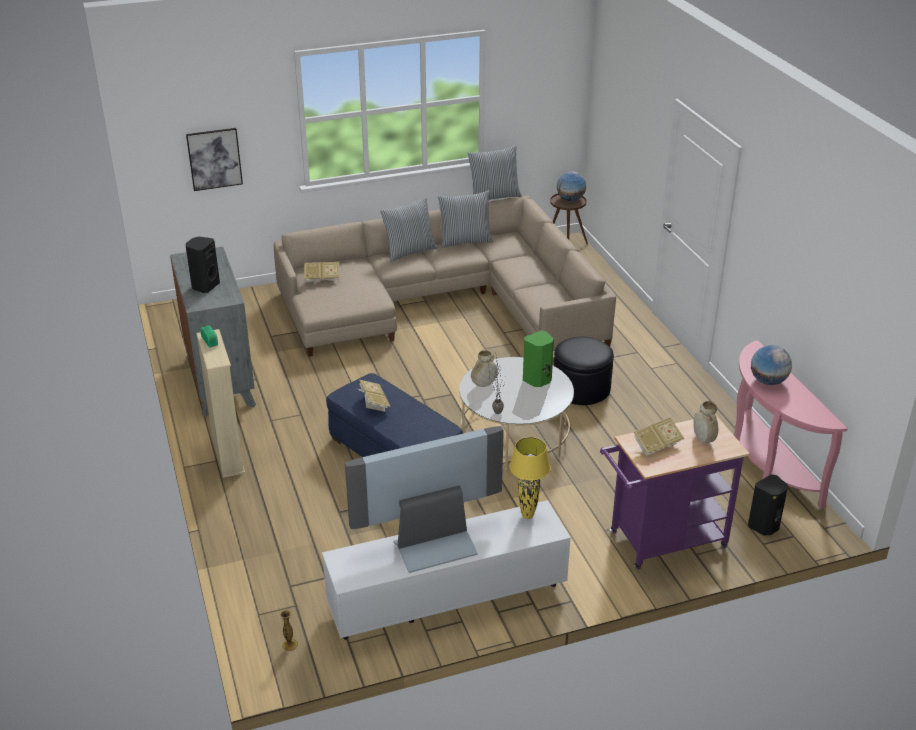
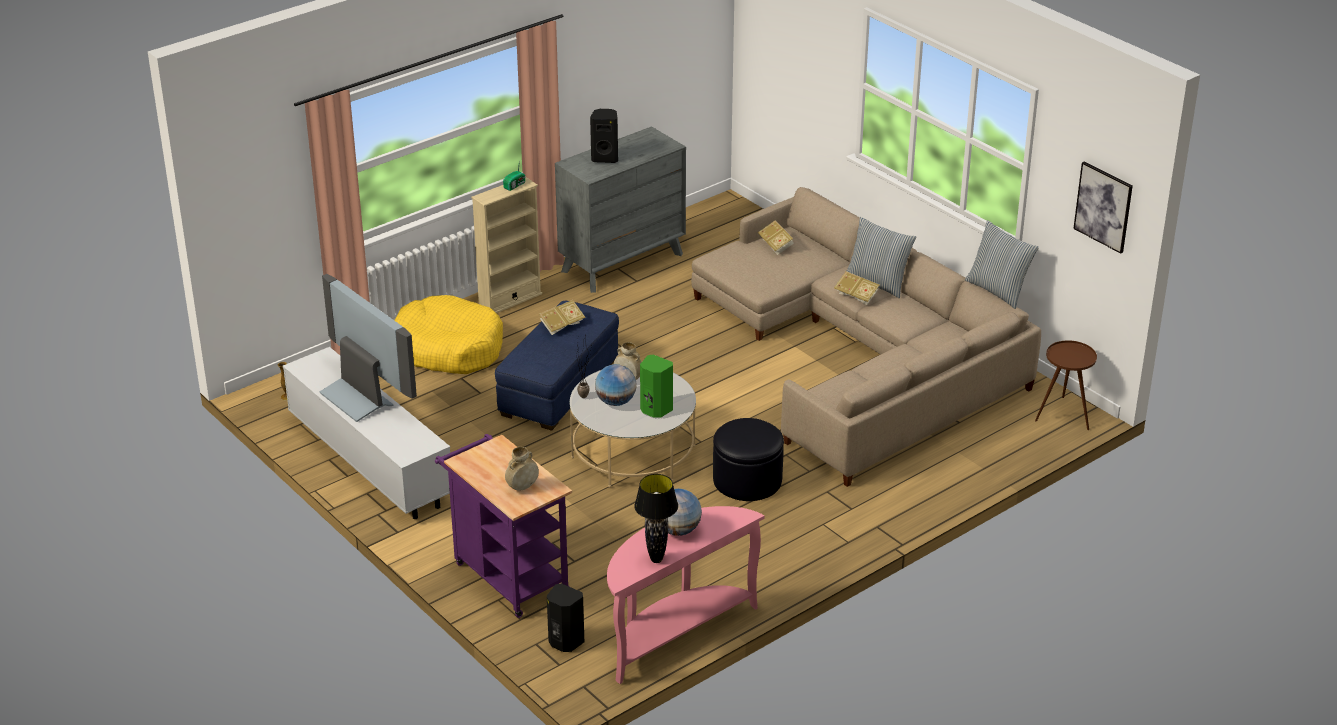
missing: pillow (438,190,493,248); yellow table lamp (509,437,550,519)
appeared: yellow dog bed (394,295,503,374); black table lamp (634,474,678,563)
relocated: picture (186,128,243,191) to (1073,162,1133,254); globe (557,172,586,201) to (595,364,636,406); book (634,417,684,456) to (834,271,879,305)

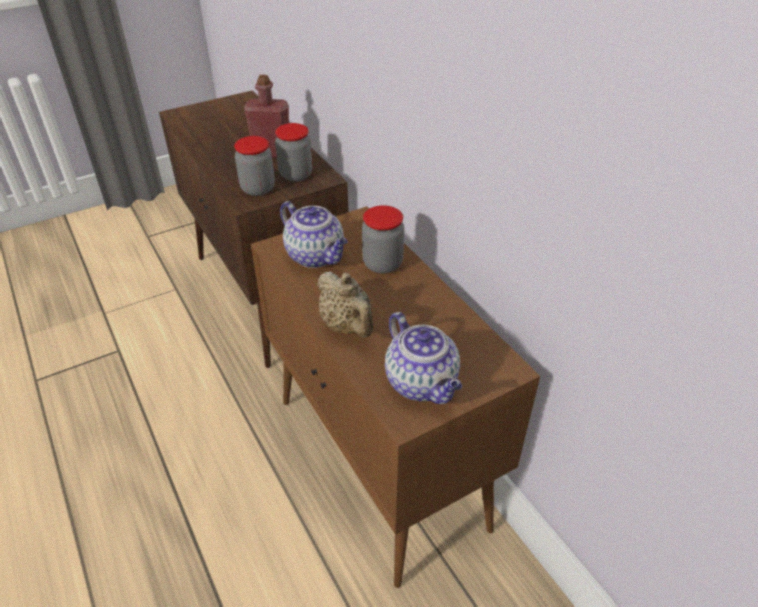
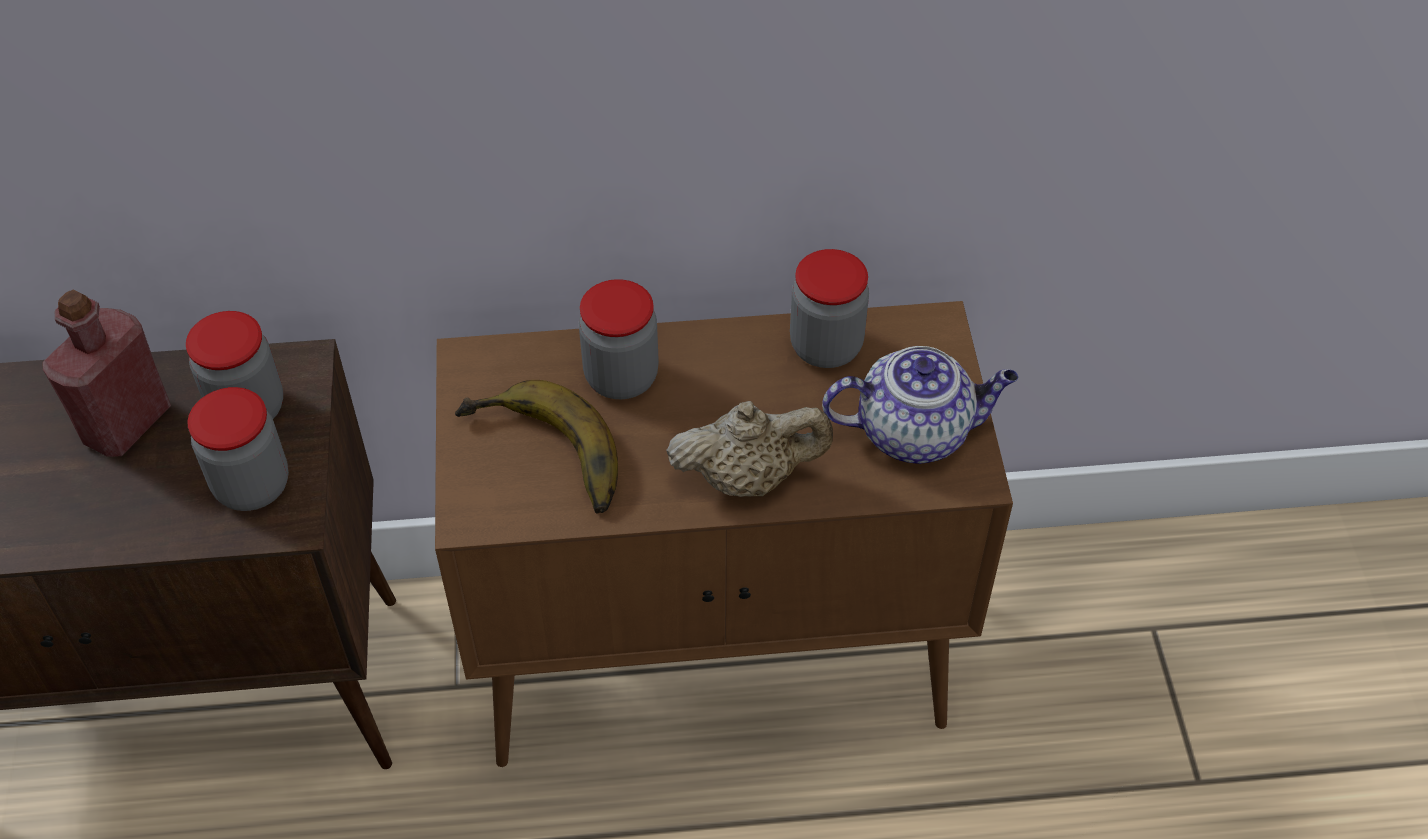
appeared: jar (790,249,869,368)
exchanged: teapot (280,201,348,268) to banana (455,380,618,514)

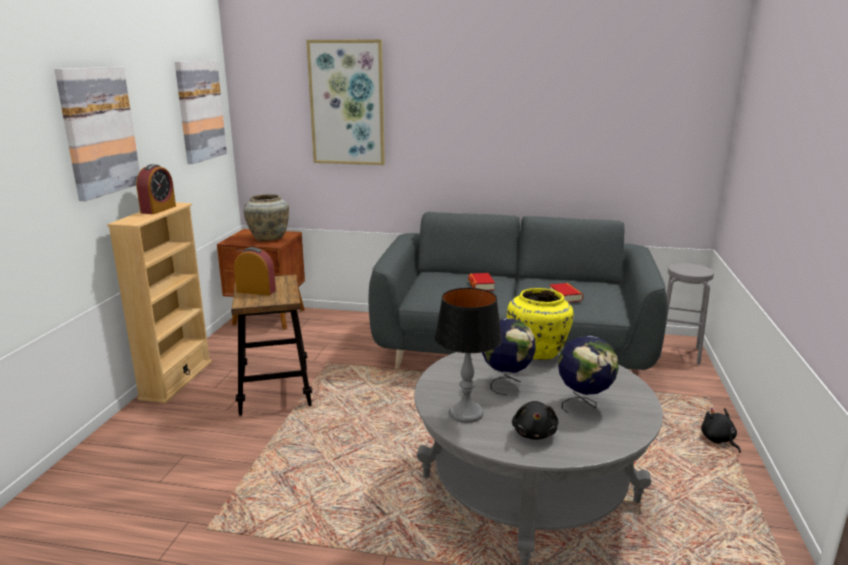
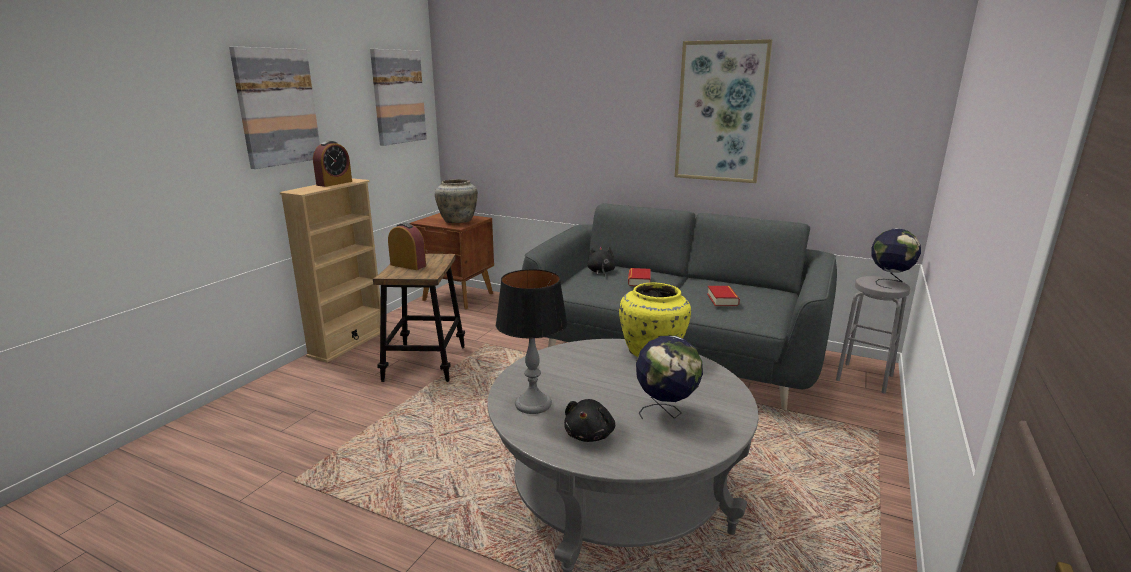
relocated: picture (306,39,385,165) to (675,39,772,183); globe (482,318,536,395) to (871,229,921,289); black plush toy (701,408,741,453) to (587,246,615,277)

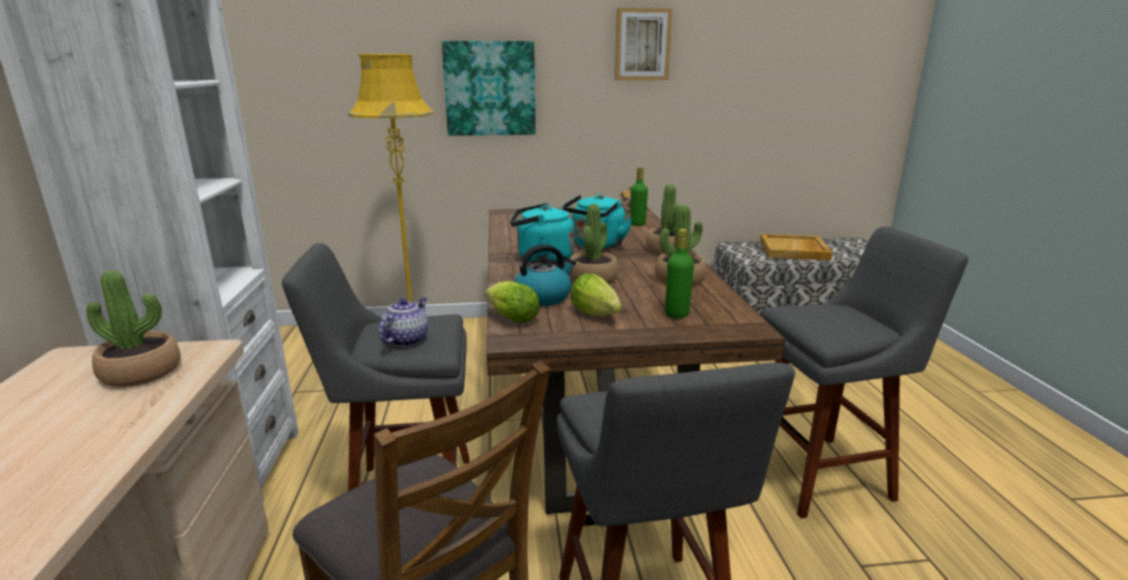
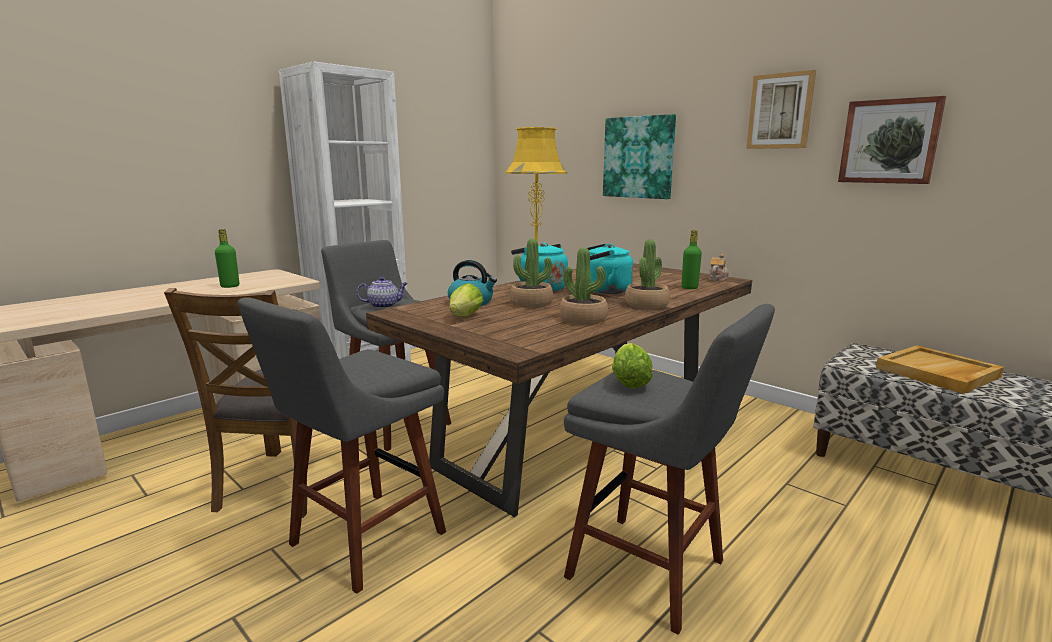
missing: potted plant (86,270,181,387)
appeared: picture (838,96,946,184)
relocated: green bottle (665,229,694,318) to (215,229,239,288); lettuce (485,281,540,323) to (612,343,653,389)

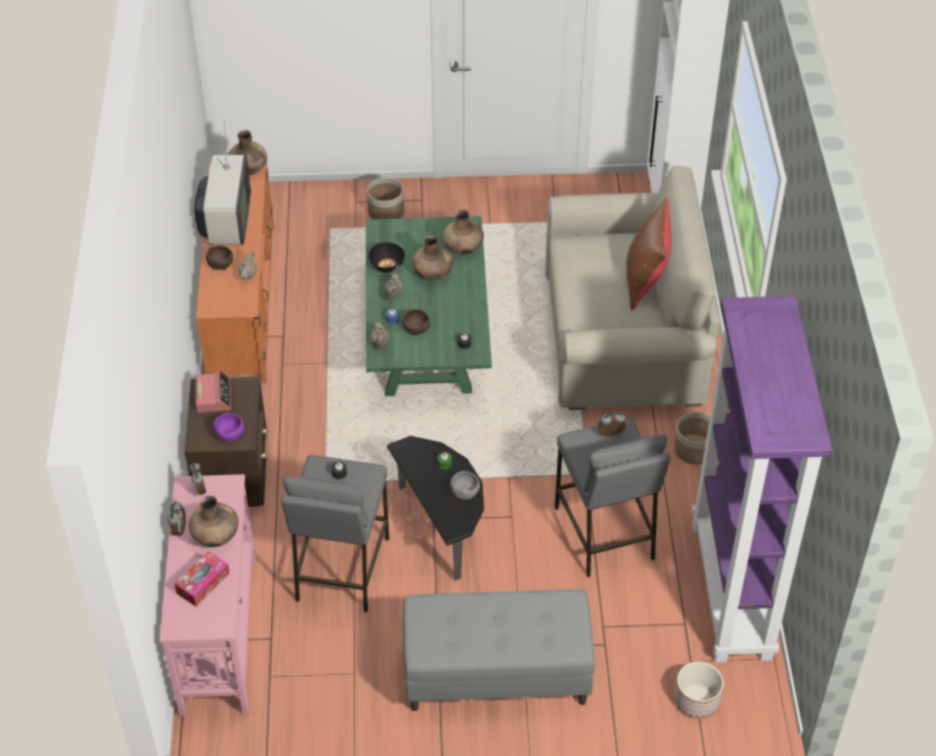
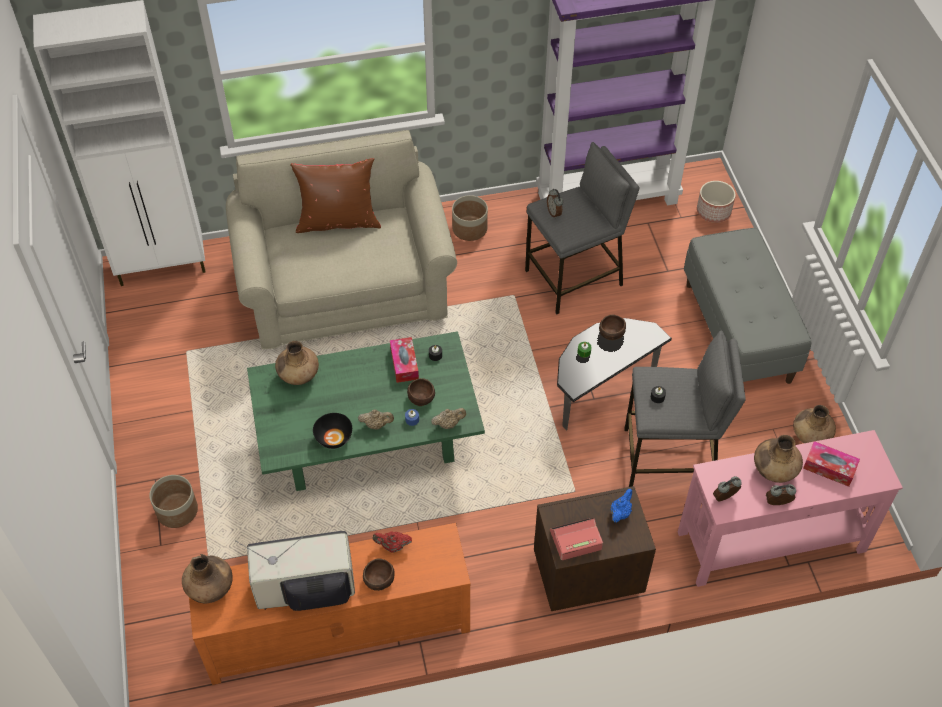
appeared: tissue box (390,337,419,383)
relocated: brown vase (412,235,453,280) to (793,405,836,443)
exchanged: purple bowl (214,413,244,442) to blue teapot (611,489,632,523)
colour: beige teapot (238,251,257,280) to red teapot (372,531,412,553); grey bowl (450,471,480,500) to brown bowl (599,314,626,340)

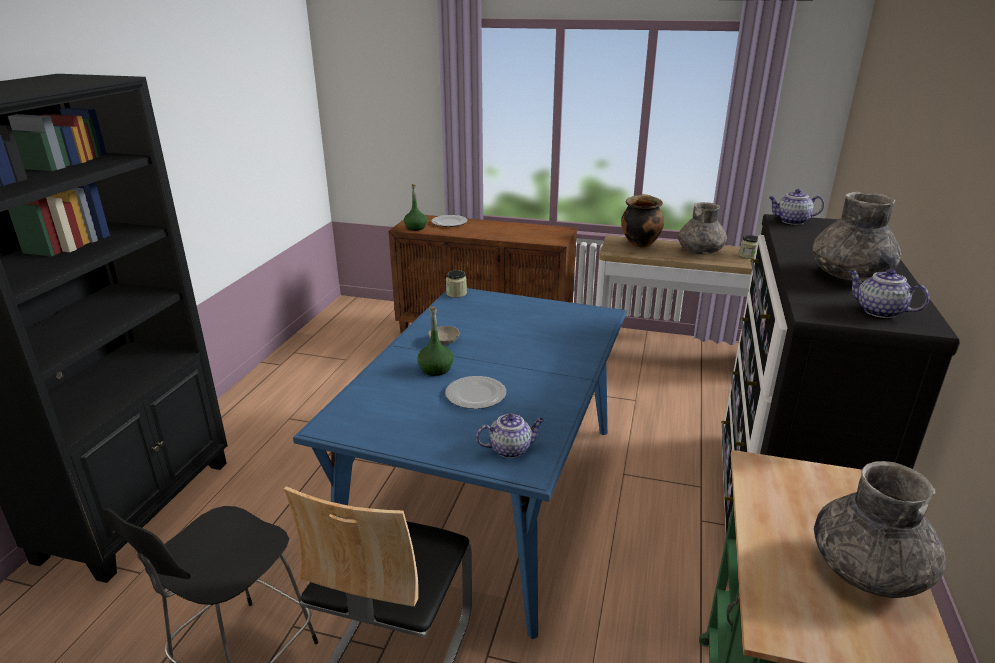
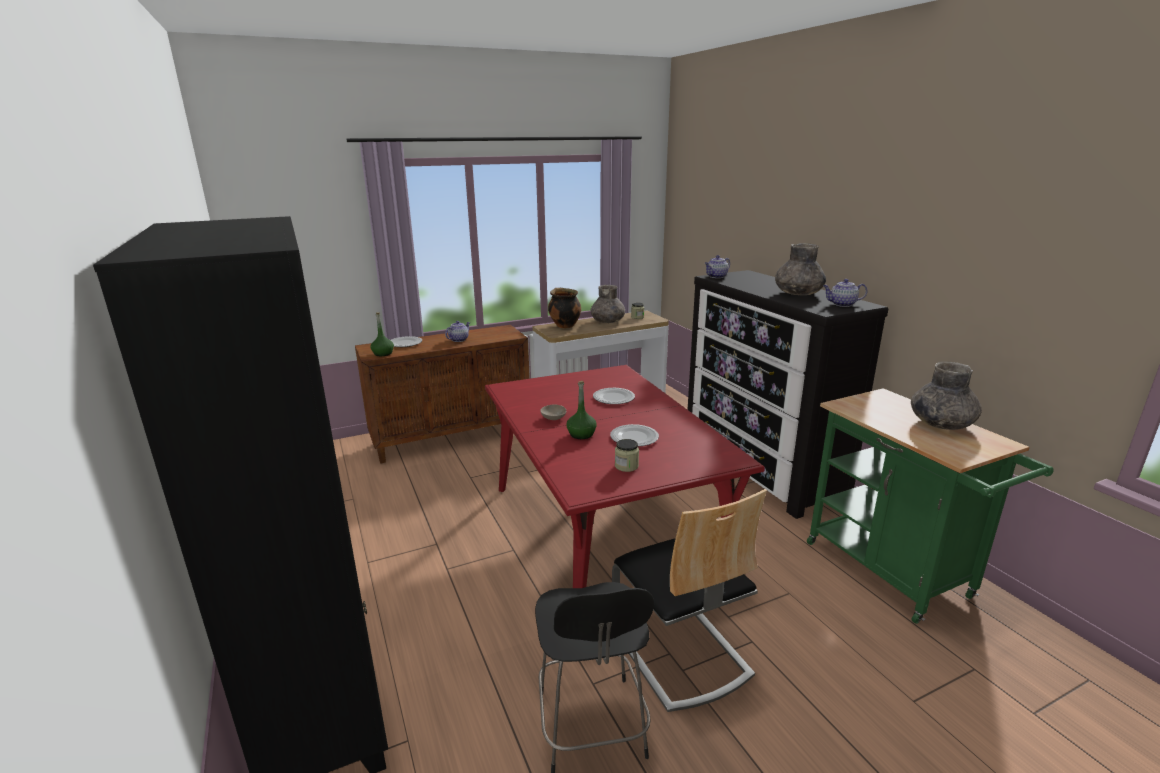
appeared: plate (593,388,635,404)
relocated: jar (446,270,467,298) to (615,439,639,472); teapot (476,414,544,458) to (445,321,470,342)
colour: blue dining table (293,288,626,639) to red dining table (485,365,765,588)

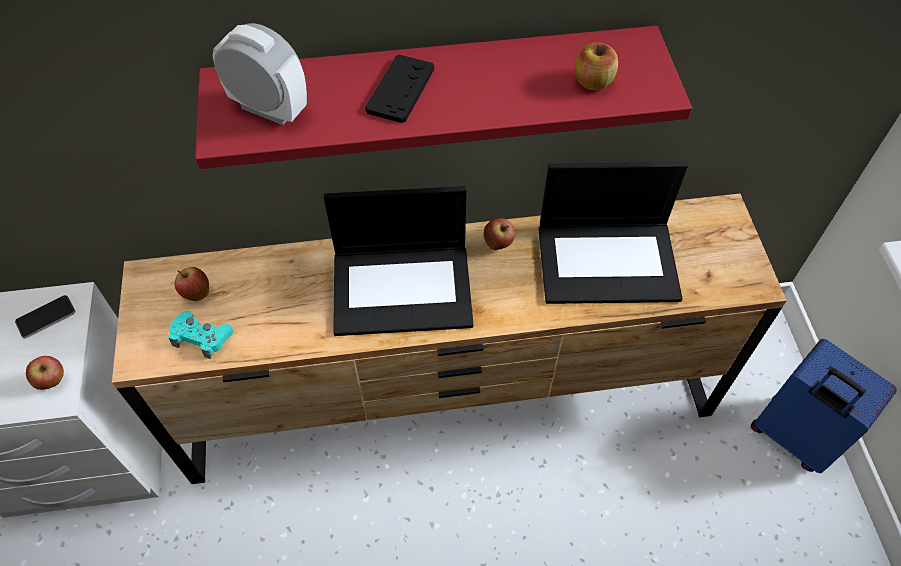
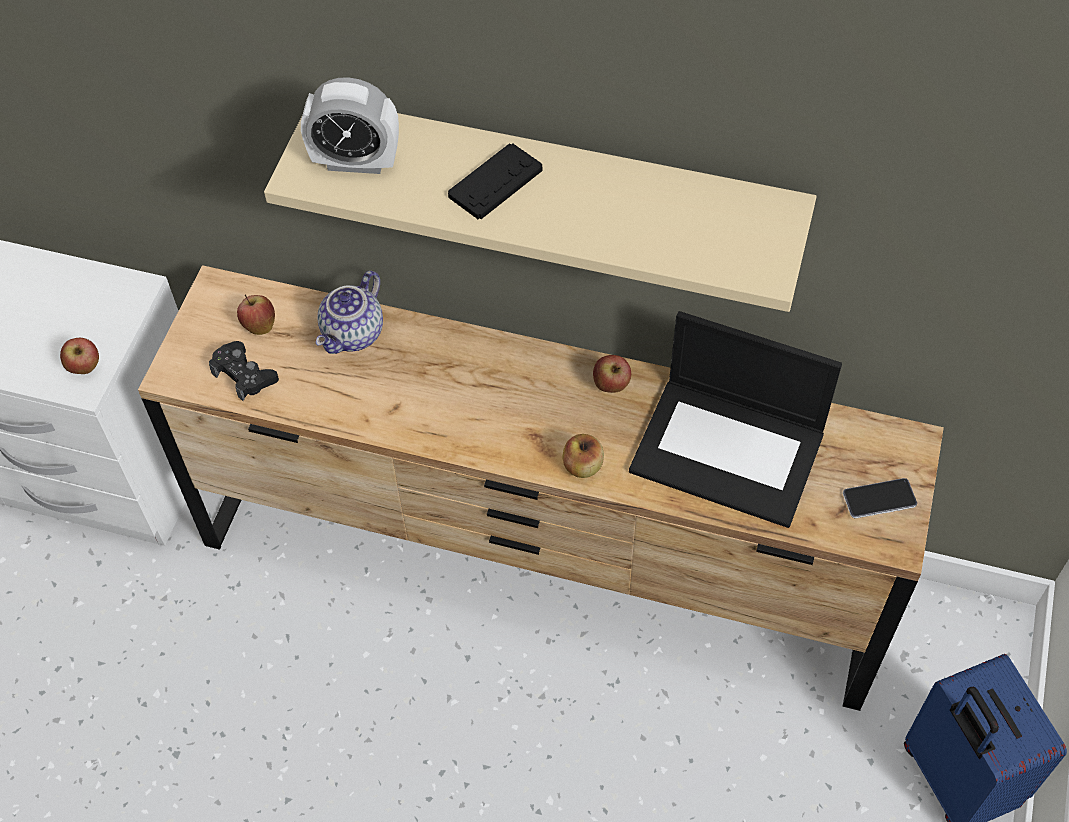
missing: laptop (324,186,473,336)
appeared: teapot (316,271,383,354)
relocated: apple (575,42,618,90) to (562,434,604,478); phone (15,295,75,339) to (843,478,917,518)
colour: red shelf (195,26,692,169) to beige shelf (264,113,816,312); turquoise game controller (168,311,233,359) to black game controller (209,341,279,401)
spun: alarm clock (213,23,307,125) = (301,77,399,174) 135 degrees clockwise

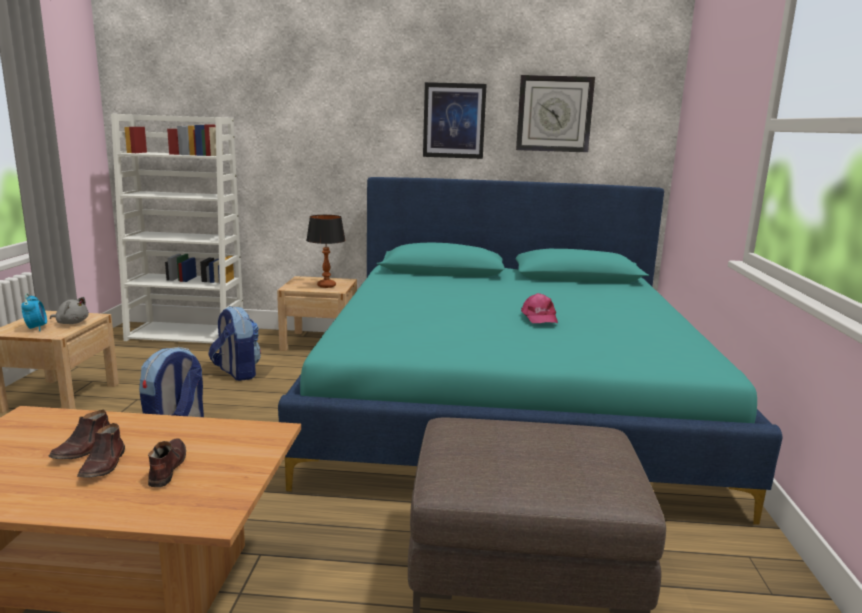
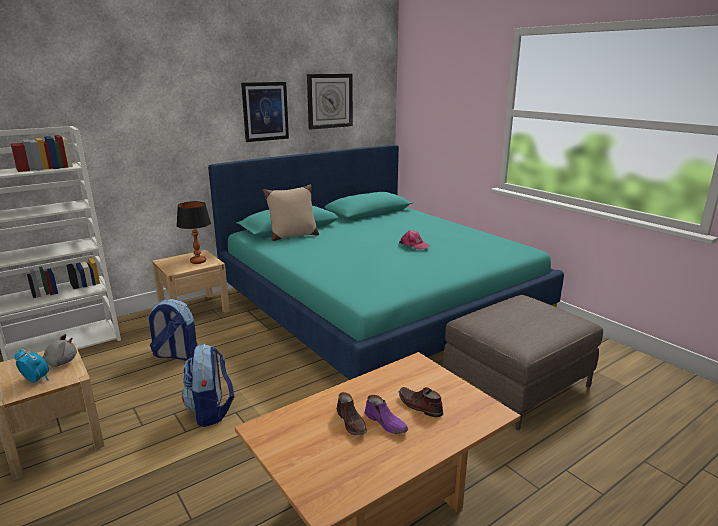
appeared: beige pillow (262,185,319,241)
colour: brown shoe (77,423,125,477) to purple shoe (365,395,408,434)

